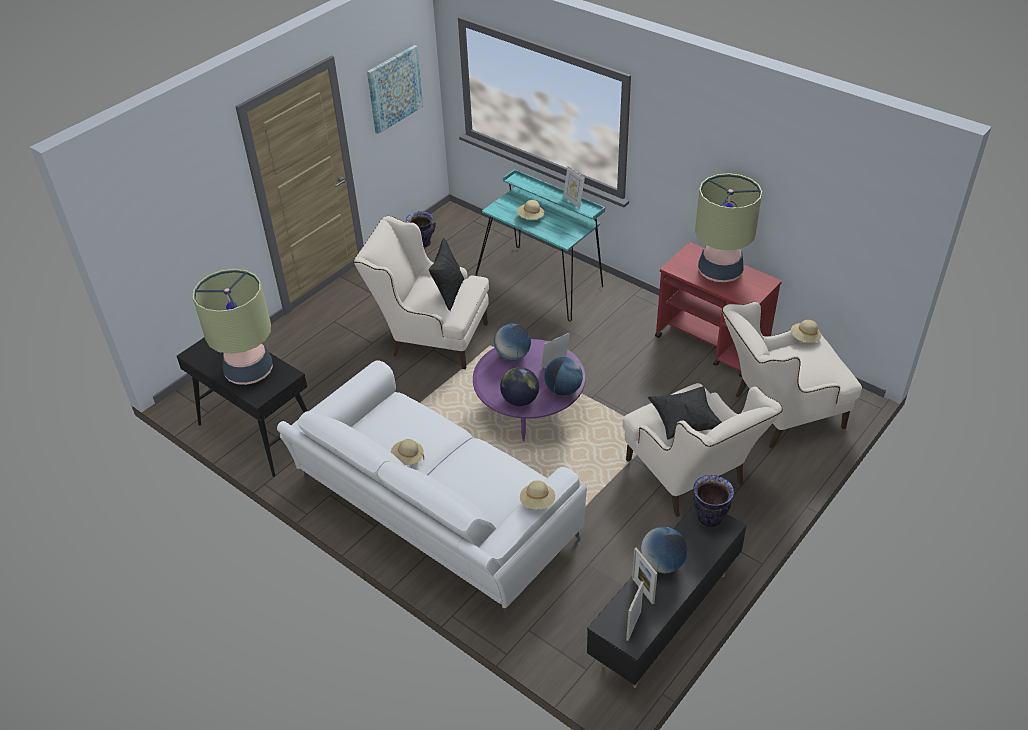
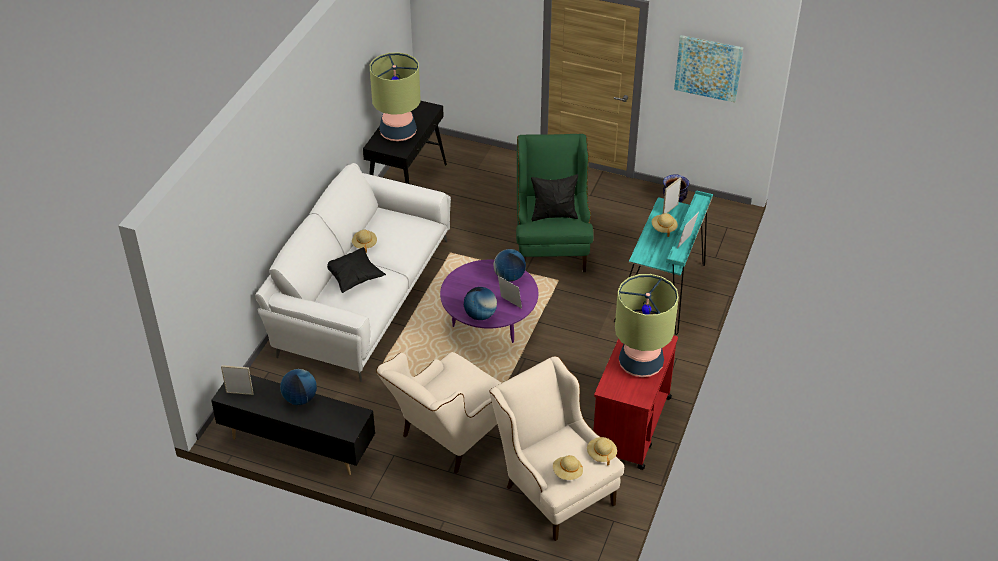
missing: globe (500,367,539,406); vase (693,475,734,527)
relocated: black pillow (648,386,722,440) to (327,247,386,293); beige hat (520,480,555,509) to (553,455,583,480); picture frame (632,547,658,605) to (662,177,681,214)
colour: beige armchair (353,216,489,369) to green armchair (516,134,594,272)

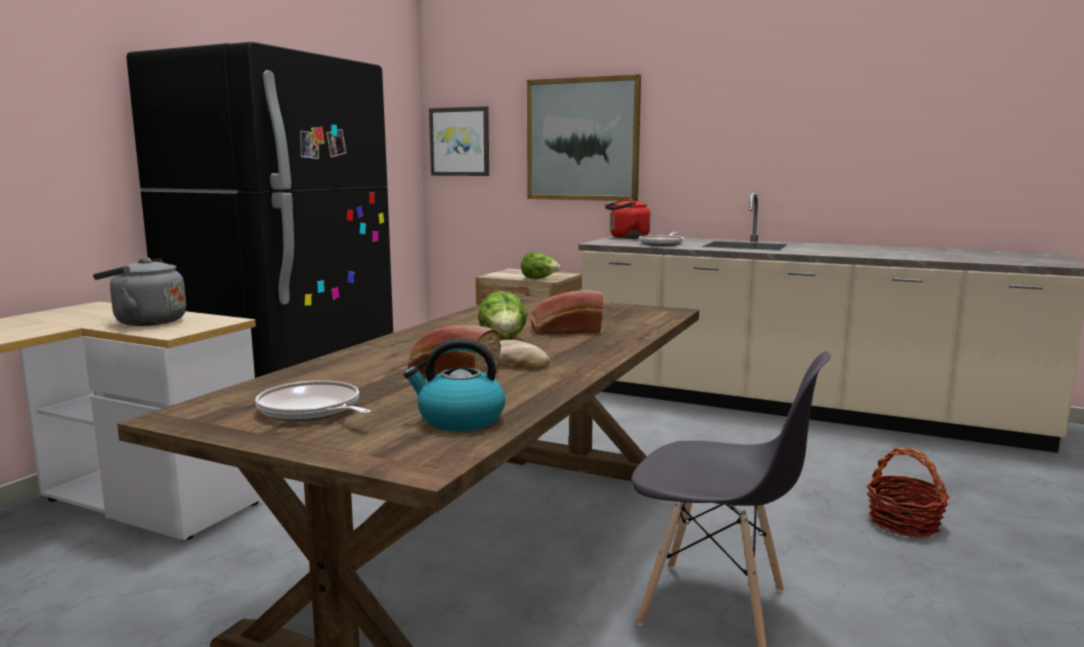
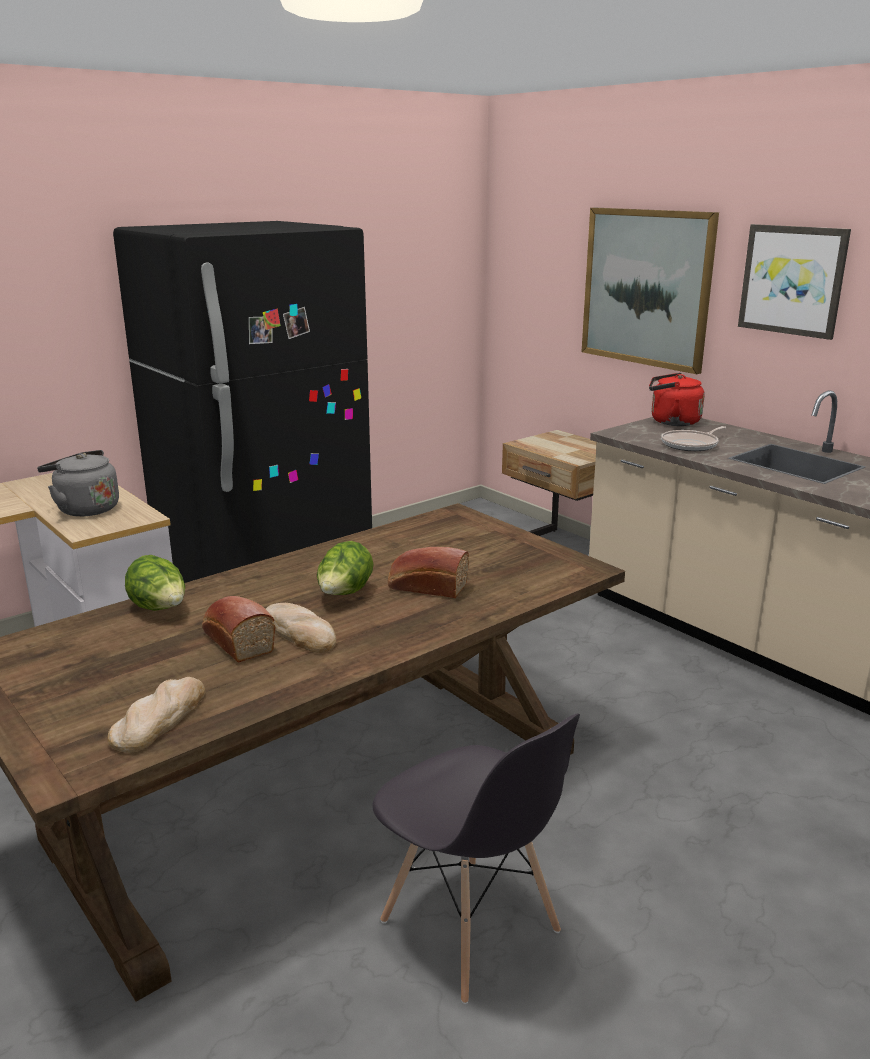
missing: frying pan (255,380,371,421); basket (867,448,950,537)
relocated: picture (429,106,489,176) to (738,224,851,340); lettuce (521,252,561,279) to (125,555,185,611)
exchanged: kettle (404,339,505,431) to bread (107,677,205,753)

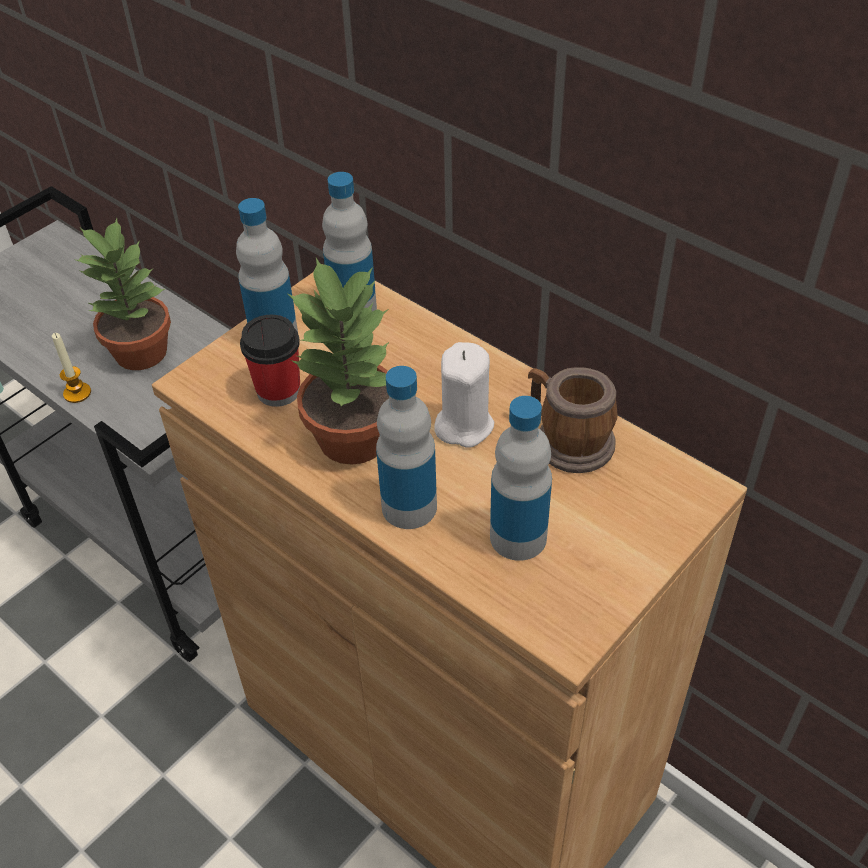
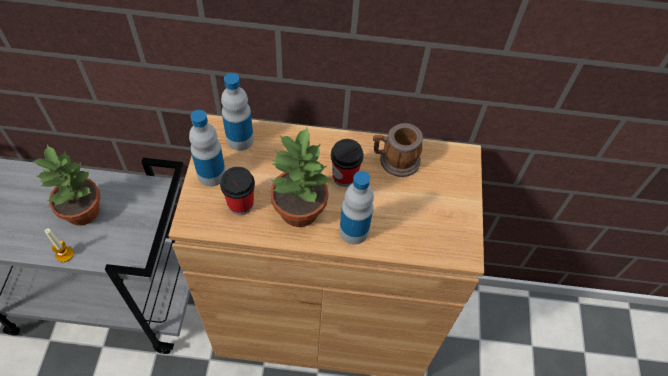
missing: bottle (490,396,552,561)
exchanged: white candle (434,342,494,448) to cup (331,139,364,187)

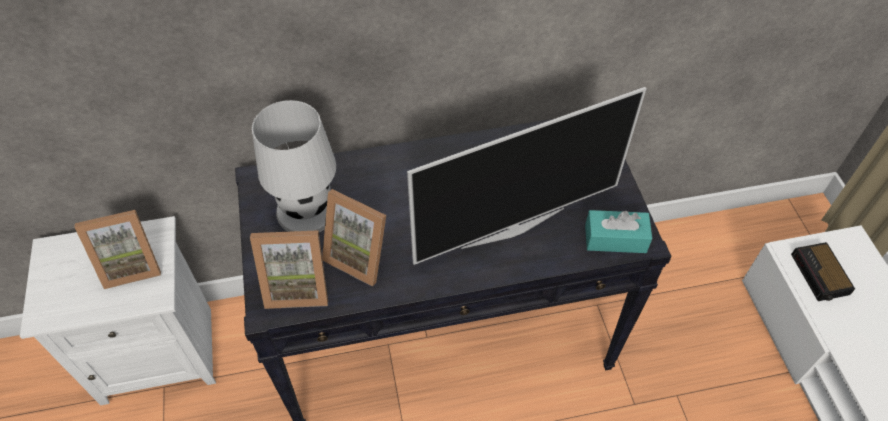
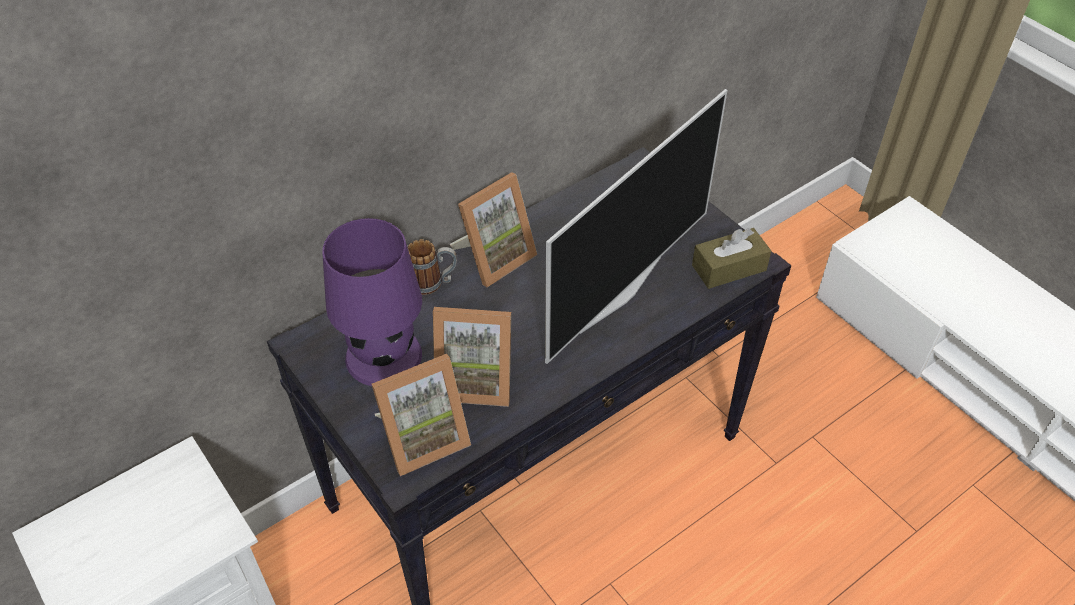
missing: alarm clock (791,242,855,301)
appeared: mug (408,239,457,295)
relocated: picture frame (74,210,161,289) to (450,172,537,287)
colour: white table lamp (252,100,336,232) to purple table lamp (322,218,422,386); turquoise tissue box (585,210,652,253) to brown tissue box (692,228,771,289)

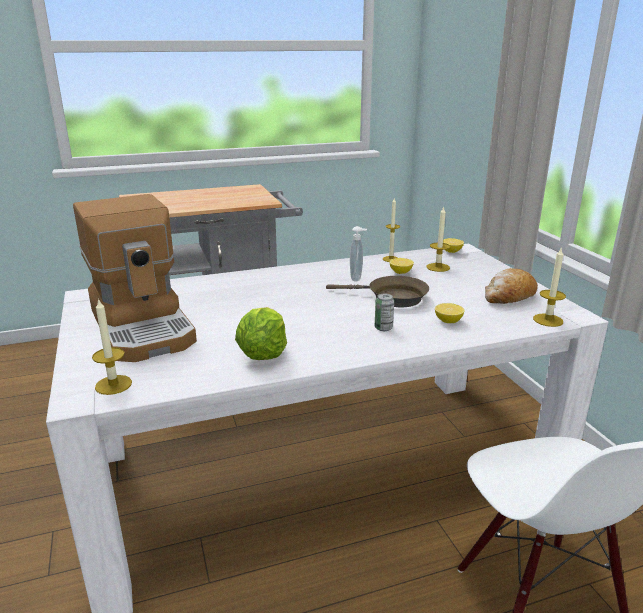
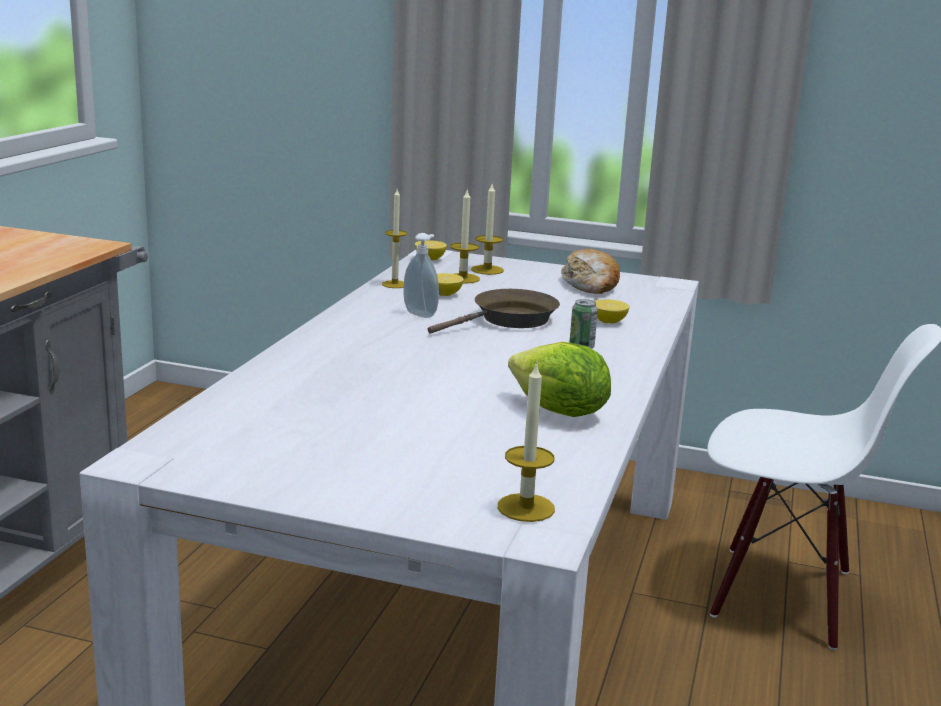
missing: coffee machine (73,194,197,362)
relocated: candle (533,247,566,327) to (471,184,504,275)

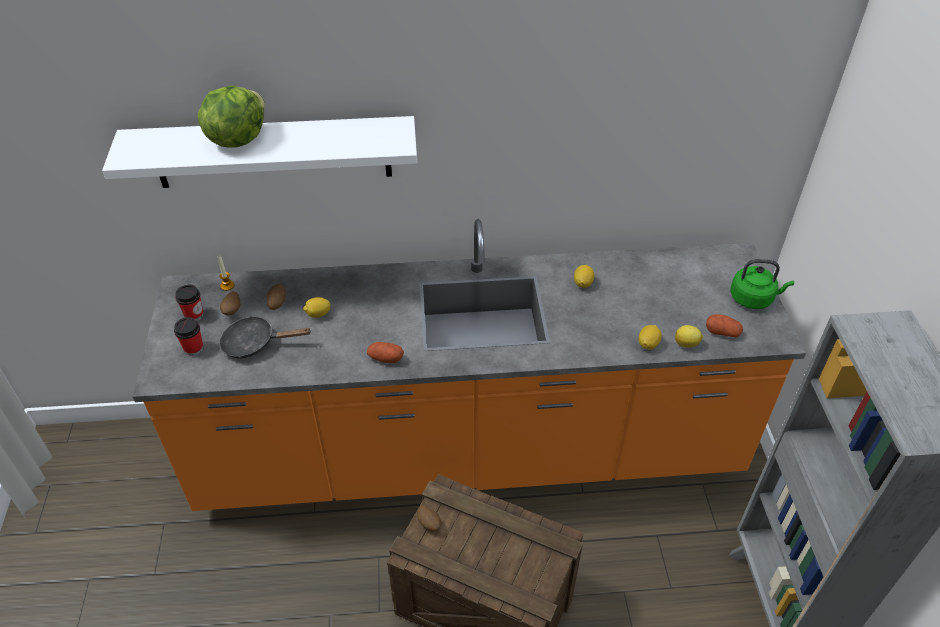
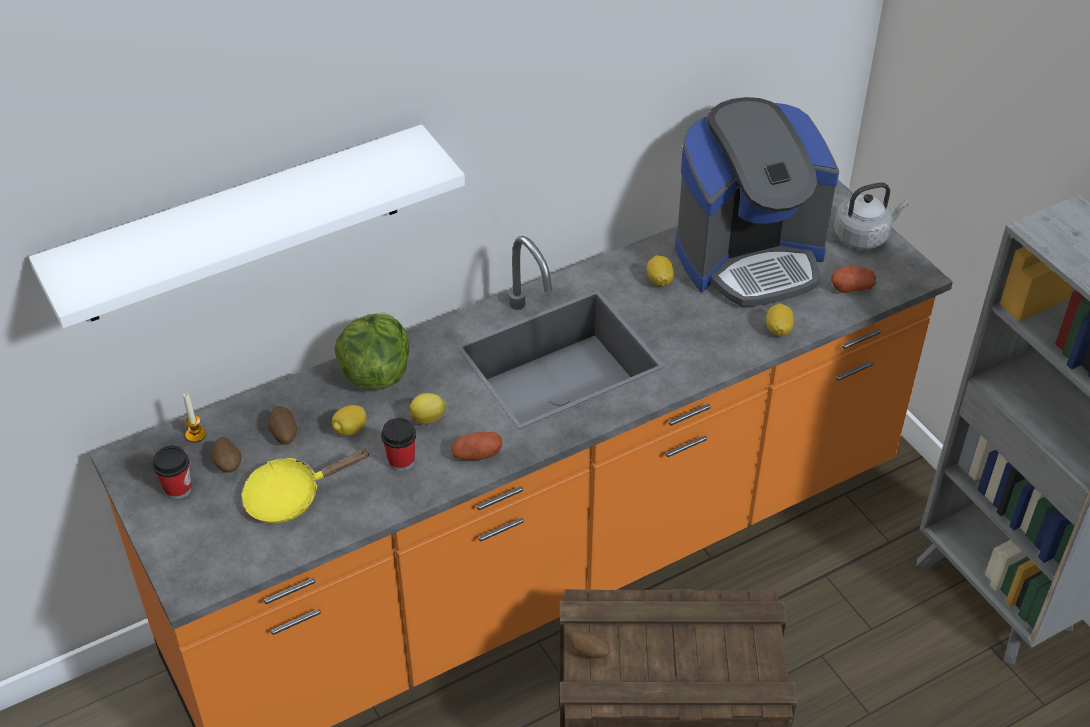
appeared: coffee machine (675,97,839,307)
relocated: lettuce (198,86,265,148) to (334,313,409,390); cup (174,317,203,356) to (381,418,416,471); lemon (675,325,703,348) to (409,393,446,425)
colour: green kettle (730,259,794,309) to grey kettle (834,182,909,249); black frying pan (219,316,312,359) to yellow frying pan (241,449,370,523)

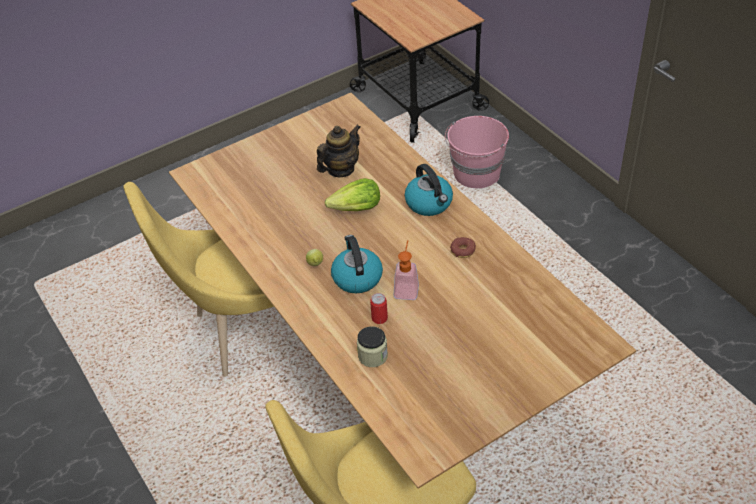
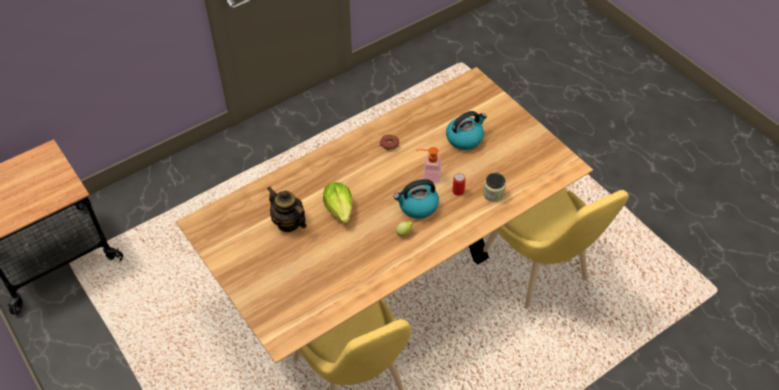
missing: pink bucket (445,116,509,188)
relocated: kettle (405,164,453,216) to (446,111,487,150)

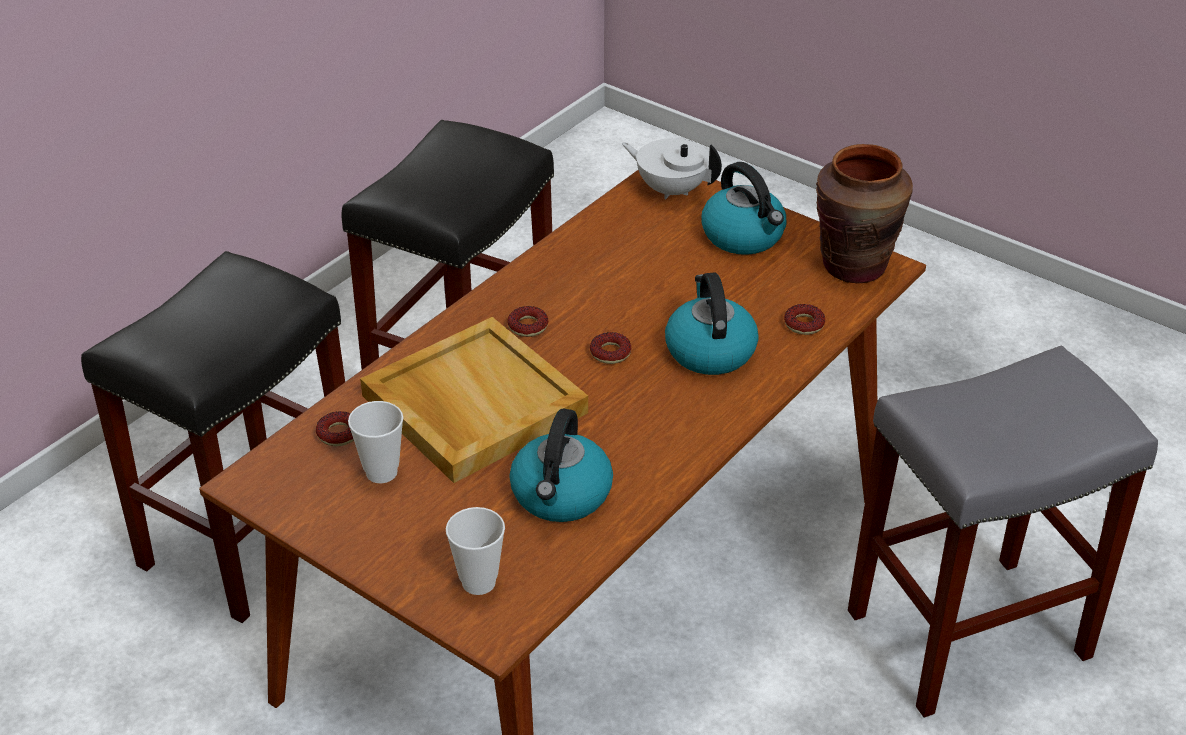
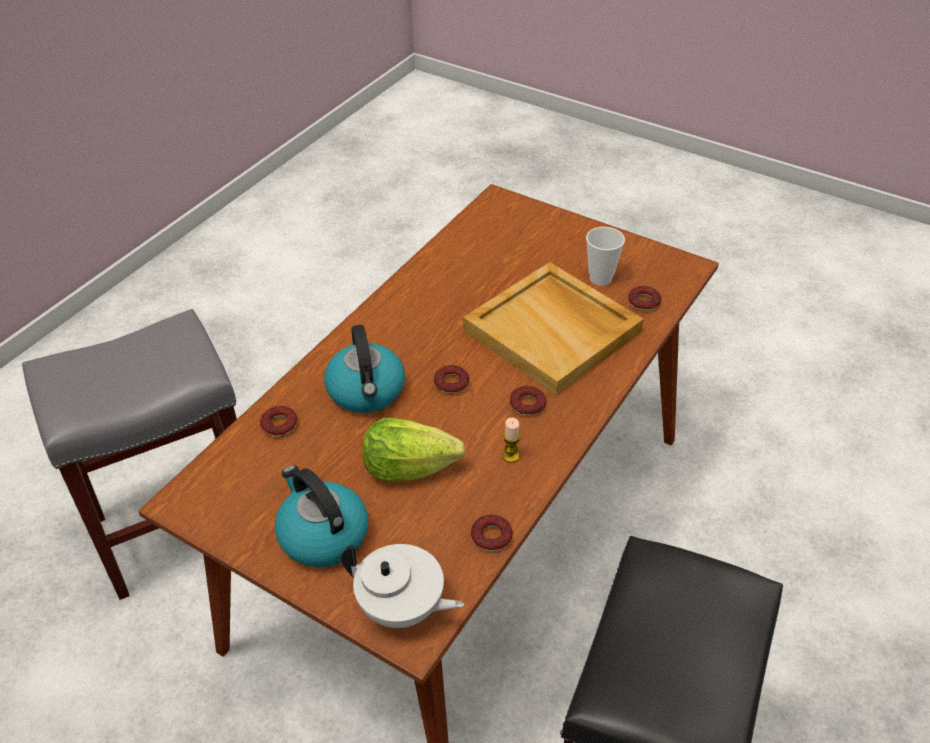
missing: brown vase (816,144,913,284); black stool (81,251,345,623); kettle (509,409,613,522); cup (446,507,505,595)
appeared: lettuce (362,418,465,482); candle (503,418,521,463); donut (471,515,513,552)

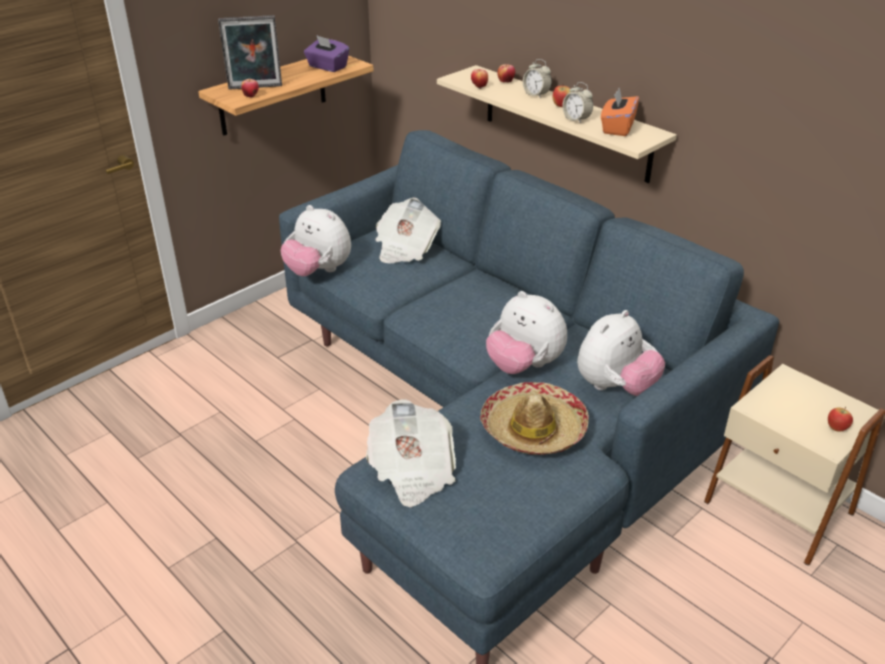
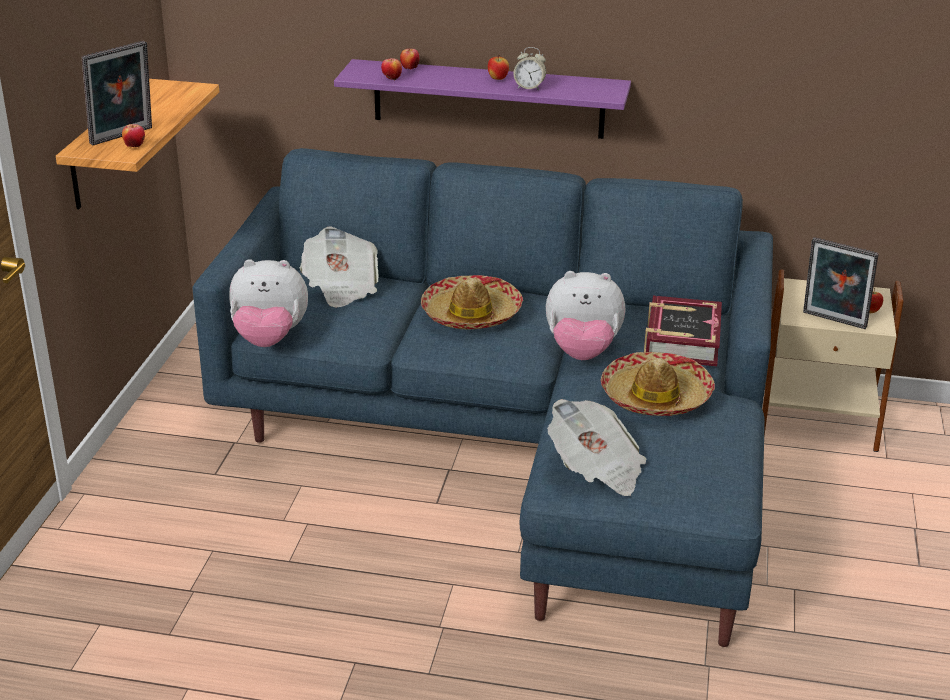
missing: purple tissue box (304,35,349,72); alarm clock (523,59,552,99); orange tissue box (601,87,639,136)
appeared: picture frame (803,237,879,329); hat (421,275,523,329)
exchanged: plush toy (577,310,665,396) to book (644,296,722,366)
colour: beige shelf (437,65,677,183) to purple shelf (334,59,631,139)

